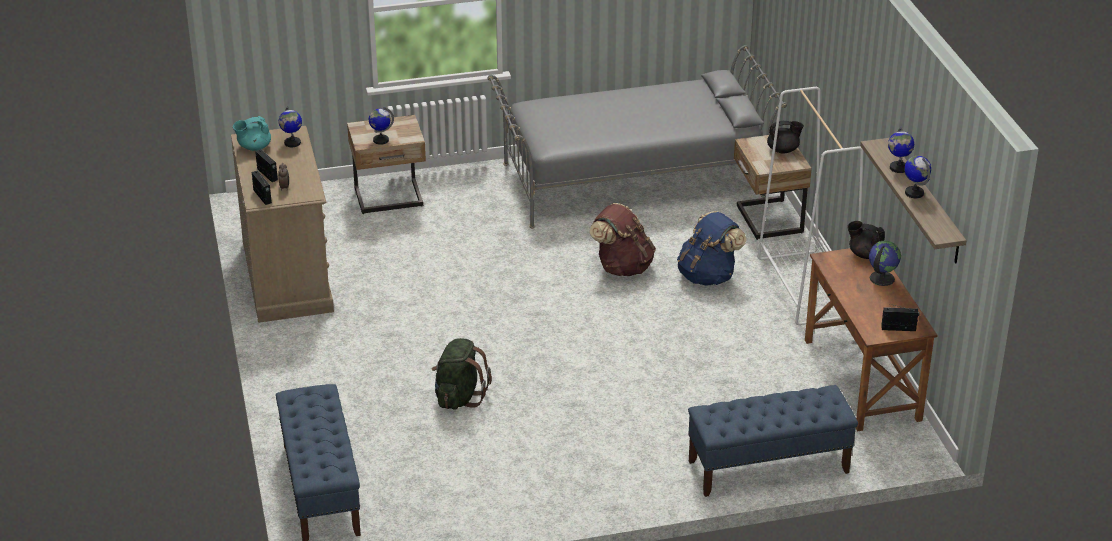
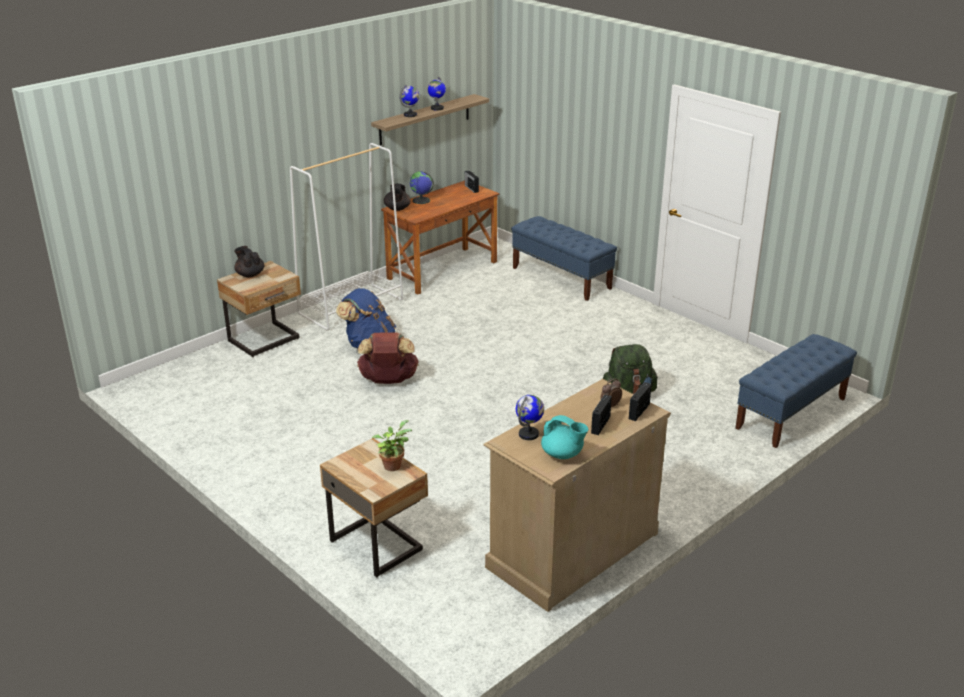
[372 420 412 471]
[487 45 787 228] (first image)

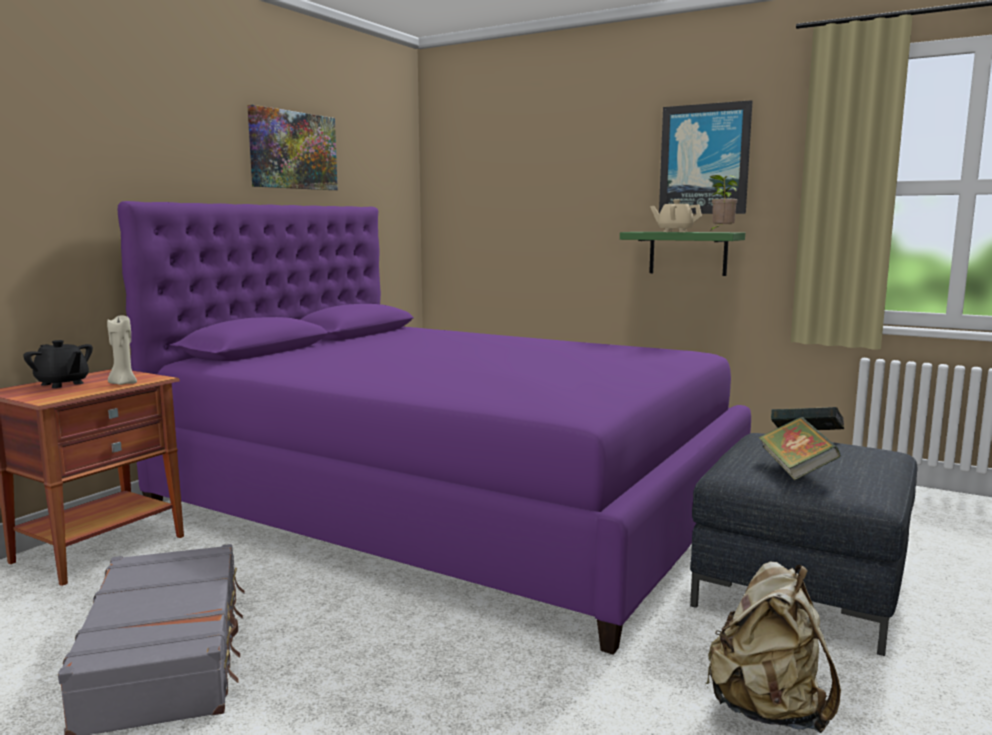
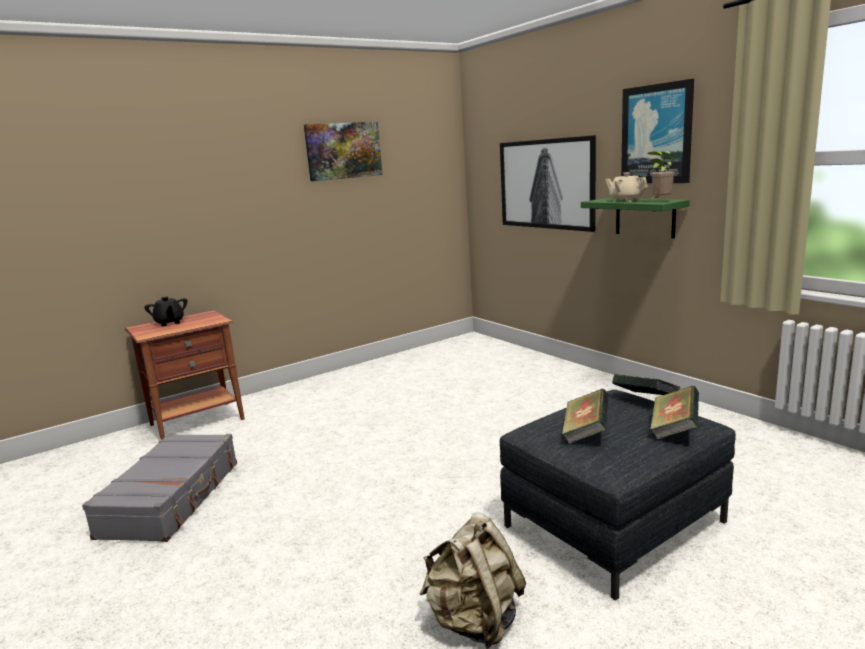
[500 135 596 232]
[650 386 699 440]
[107 316 137 385] (first image)
[118 201 751 655] (first image)

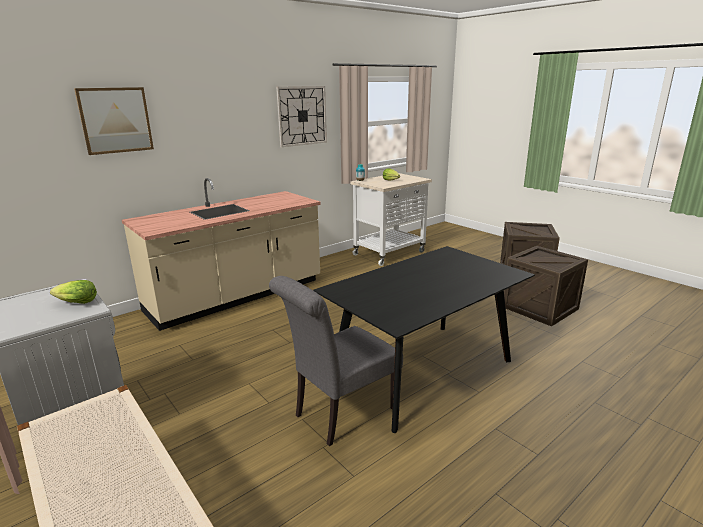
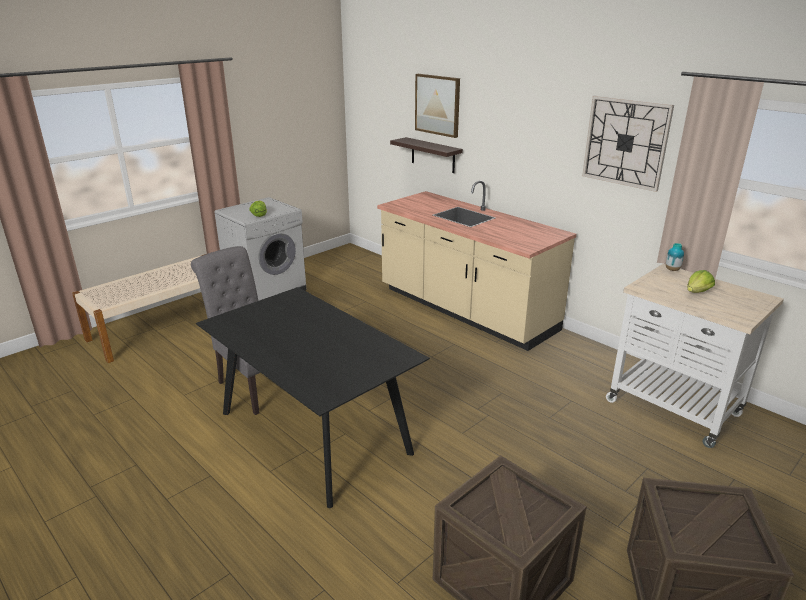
[390 137 463 173]

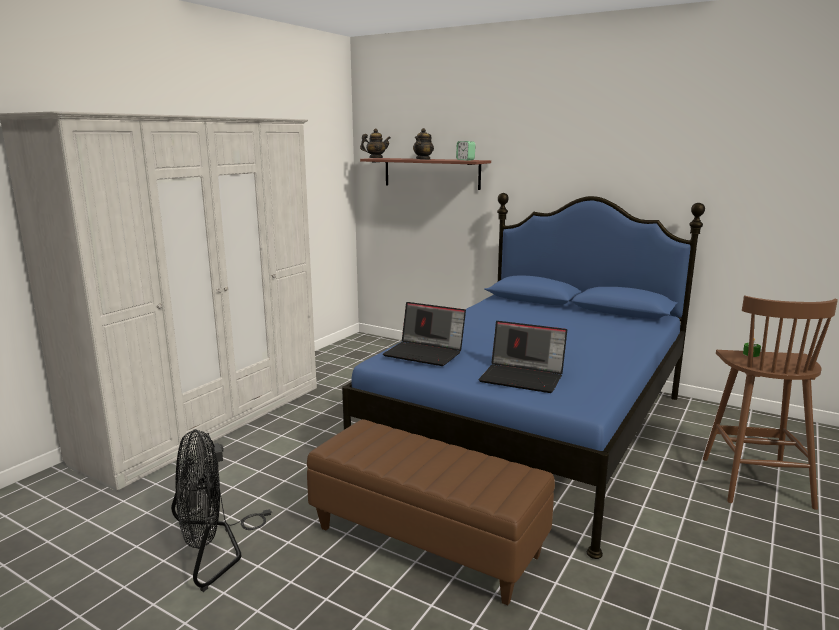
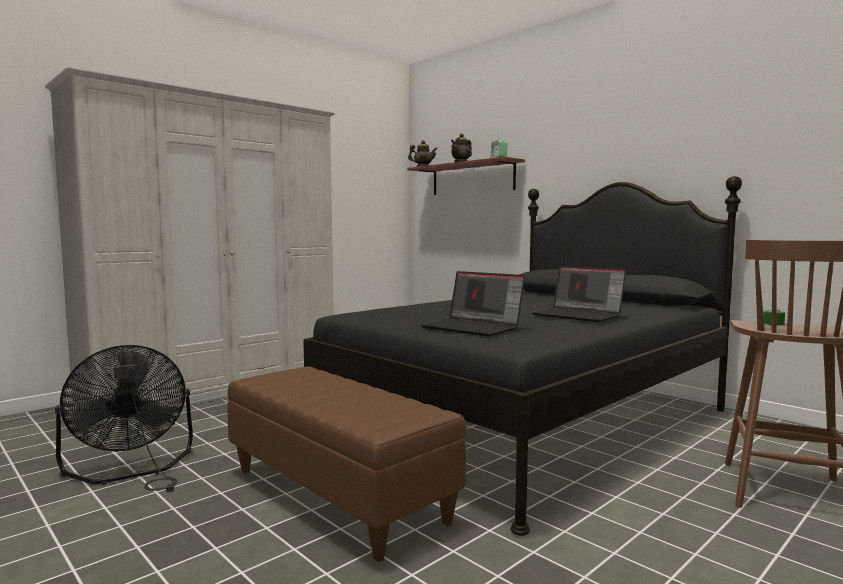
[55 345 193 492]
[303 176 742 536]
[532 266 626 322]

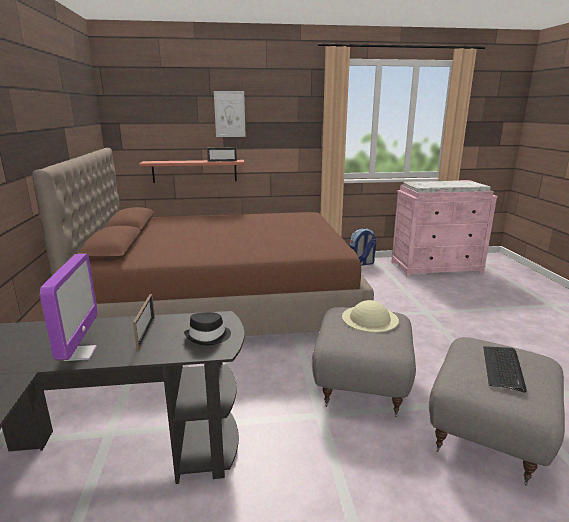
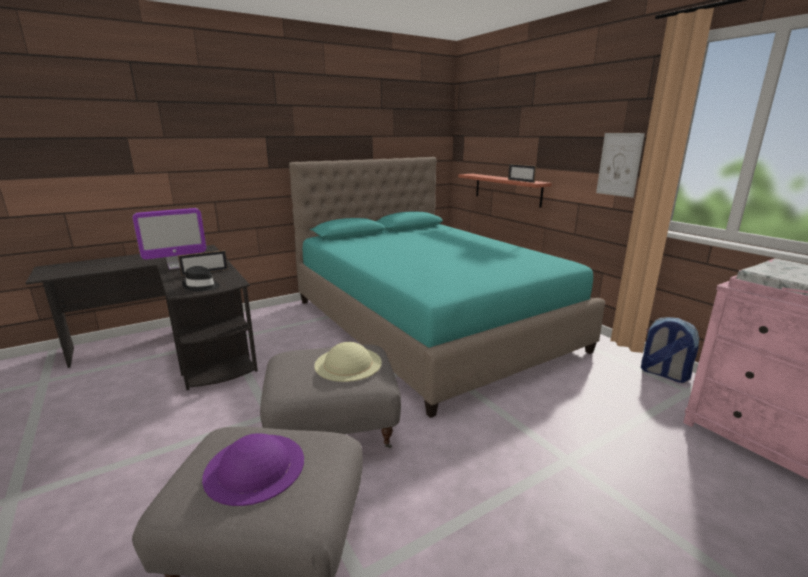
[202 433 304 506]
[289 157 605 418]
[596 133 645 198]

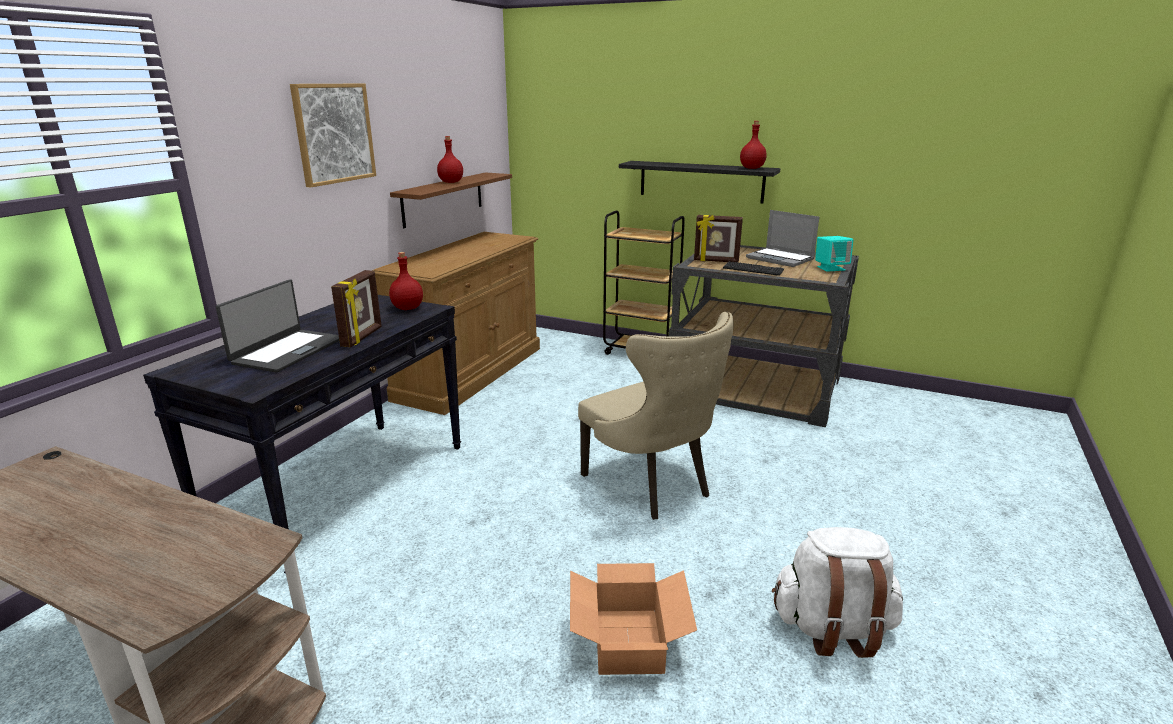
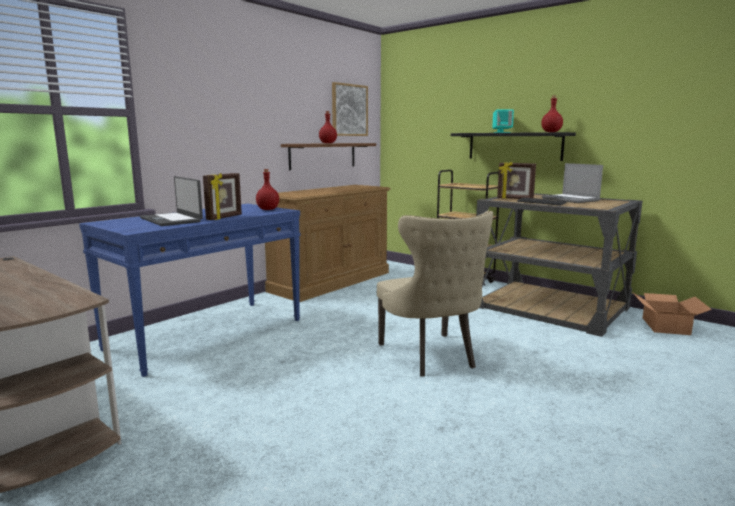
[79 204 301 377]
[140 176 203 226]
[332 82 368 136]
[492 109 514 133]
[632 292 712 335]
[772 527 903 658] (first image)

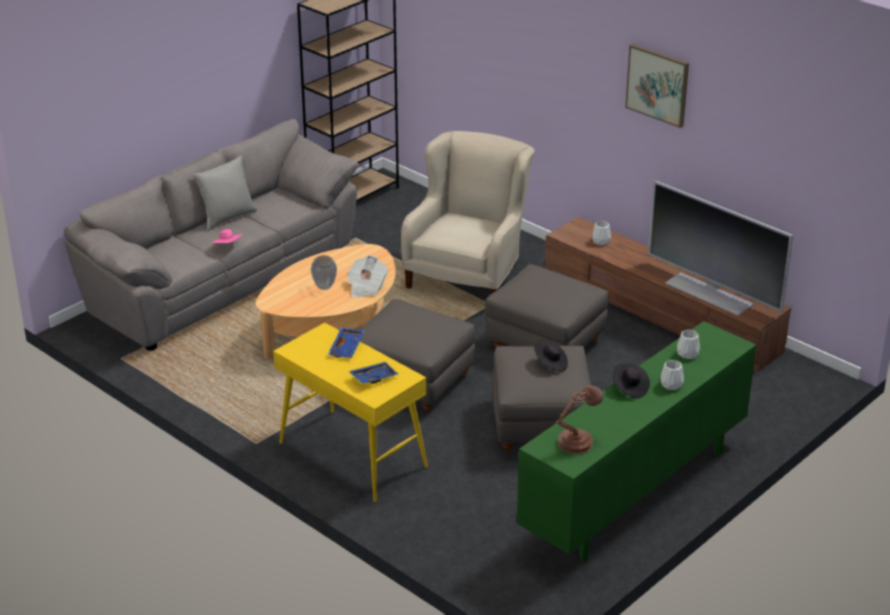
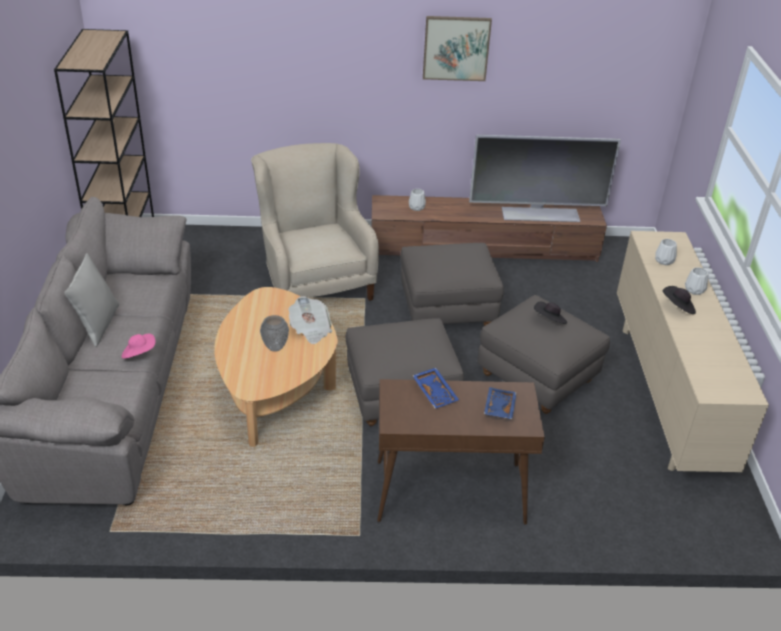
[377 379 545 524]
[617 231 769 472]
[556 385 604 454] (first image)

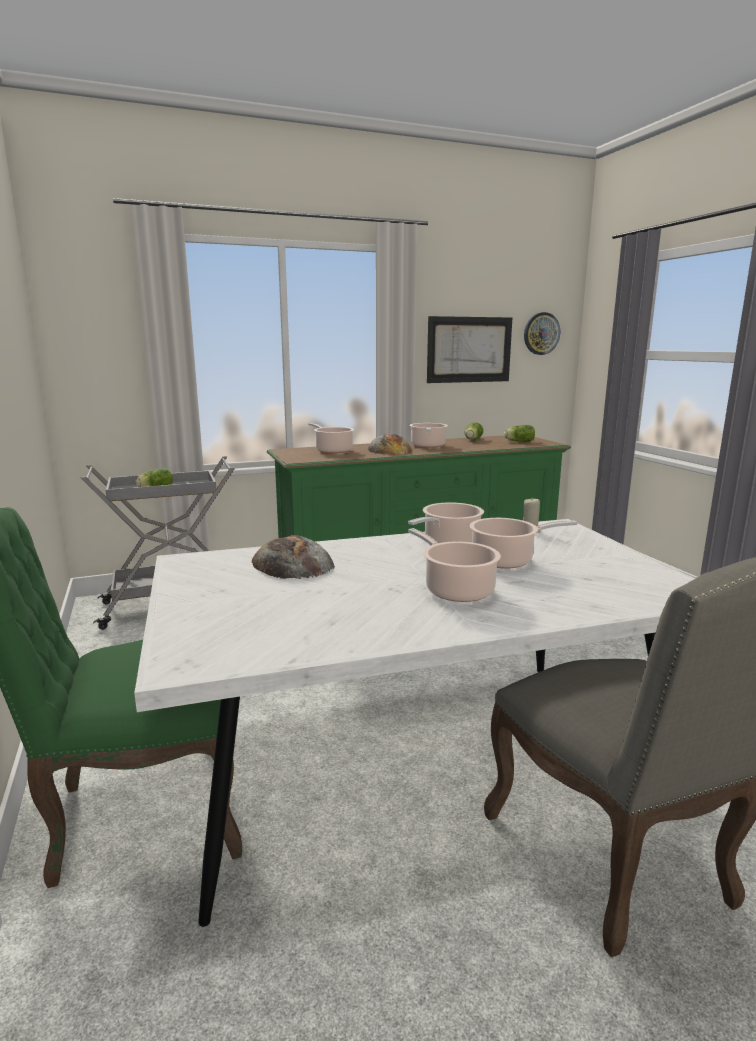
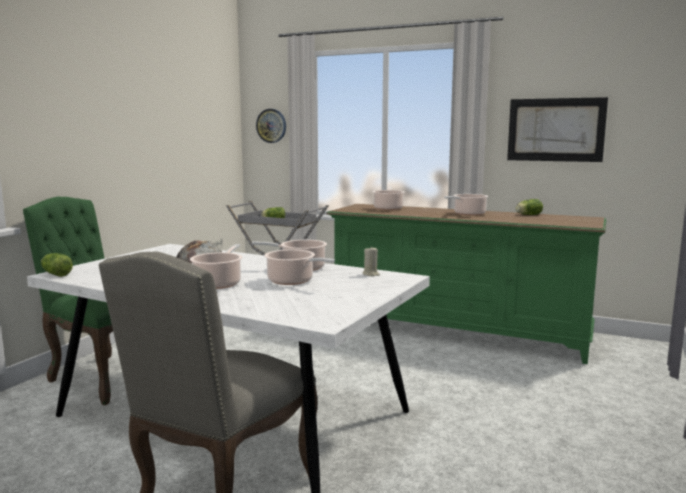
[41 253 73 277]
[256 109 286 143]
[368 434 411 455] (first image)

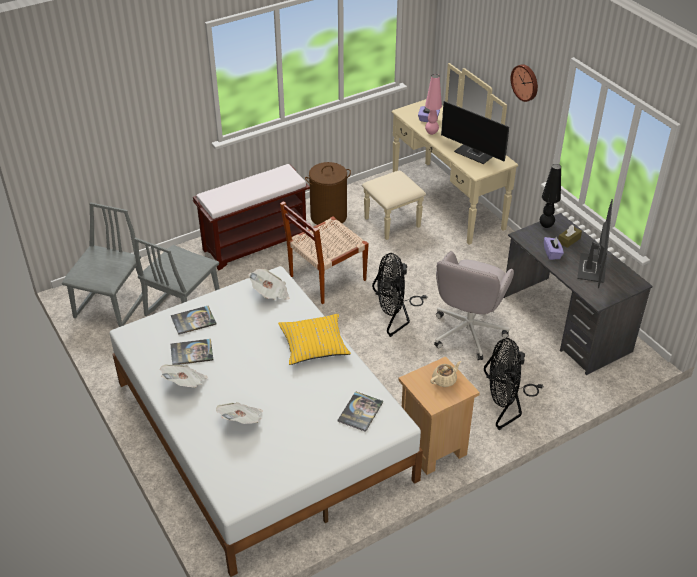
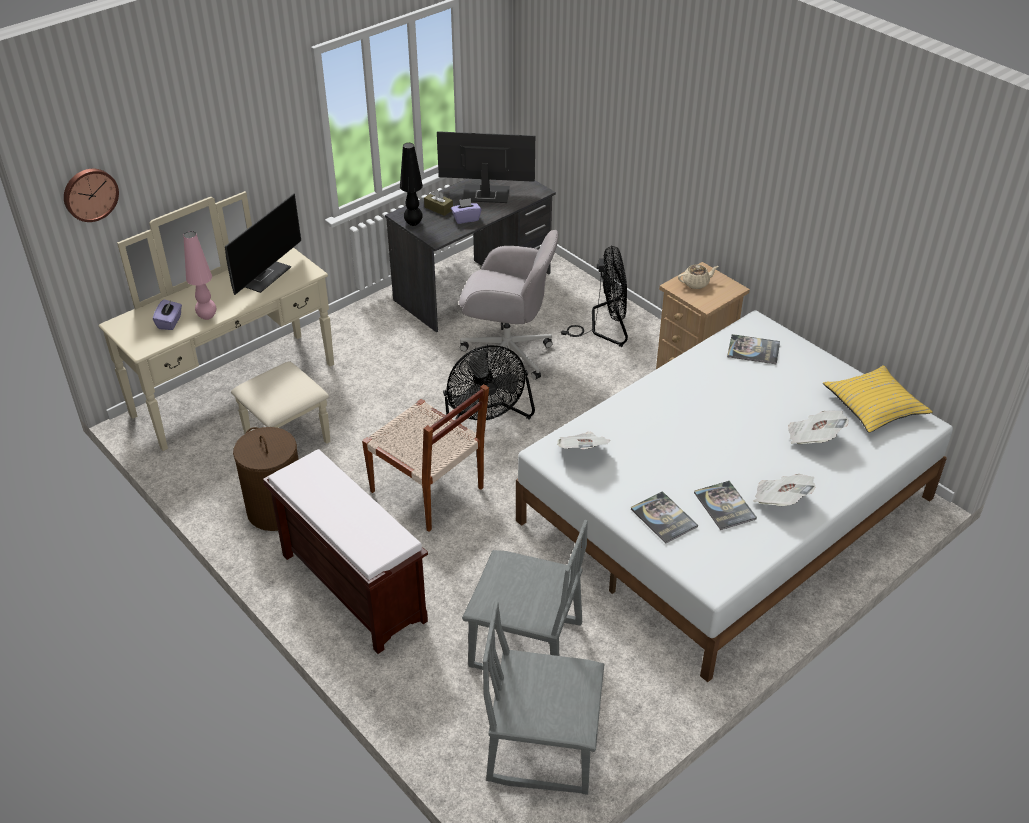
[64 169 119 222]
[560 246 628 347]
[678 264 719 289]
[823 365 933 433]

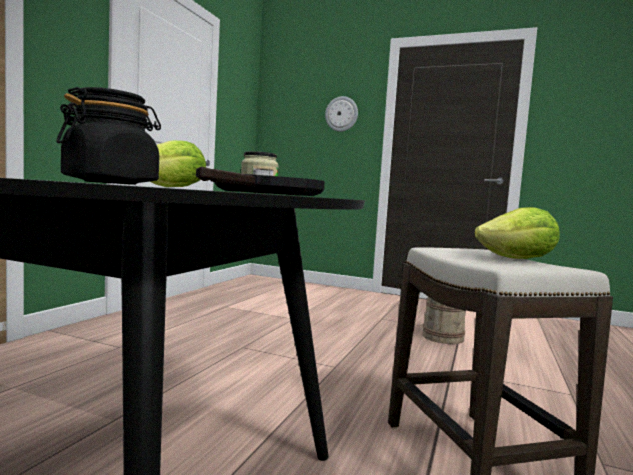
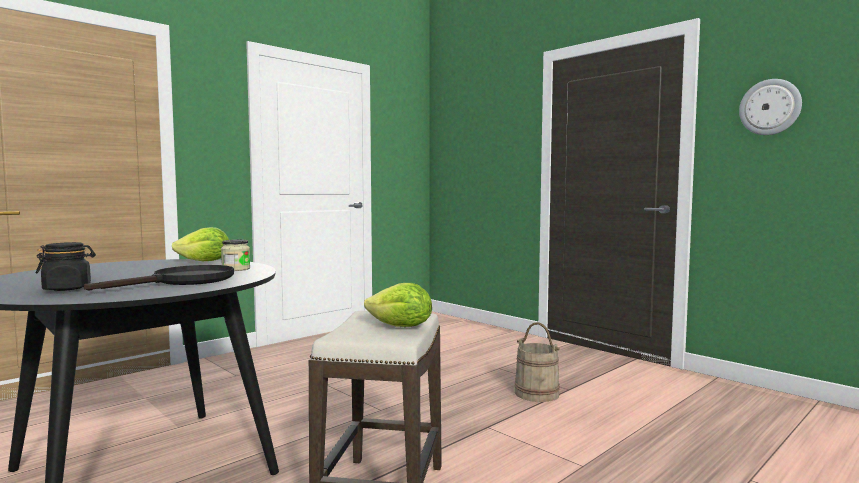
[739 79 802 135]

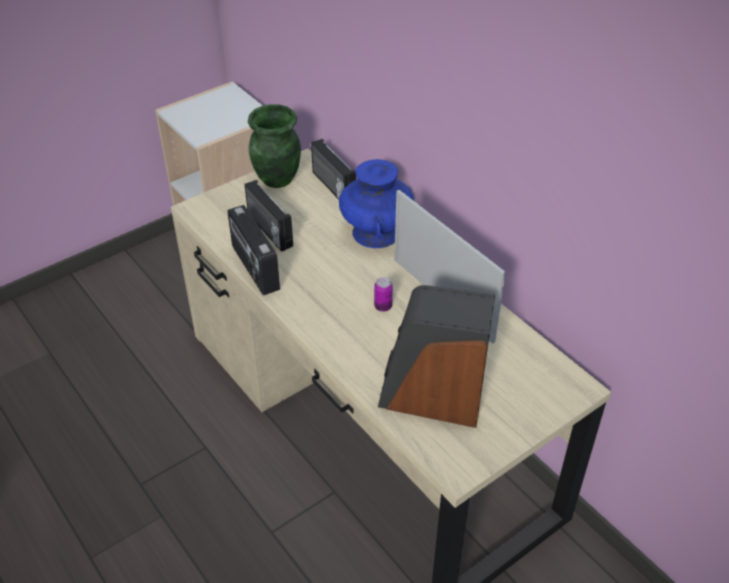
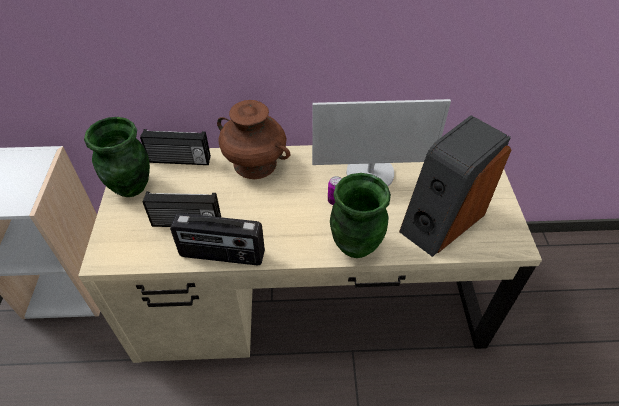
[217 100 290 179]
[330 173 391 258]

